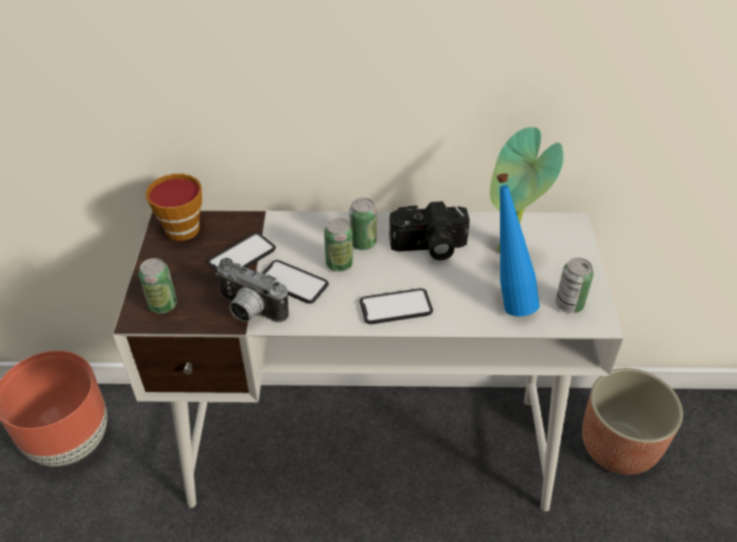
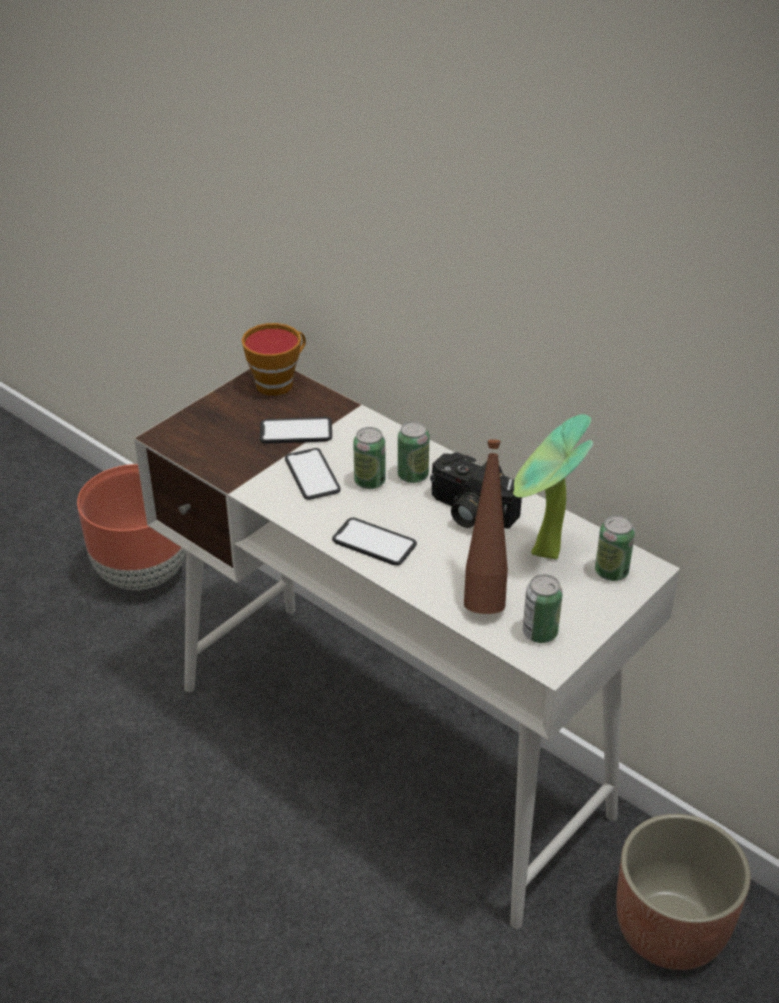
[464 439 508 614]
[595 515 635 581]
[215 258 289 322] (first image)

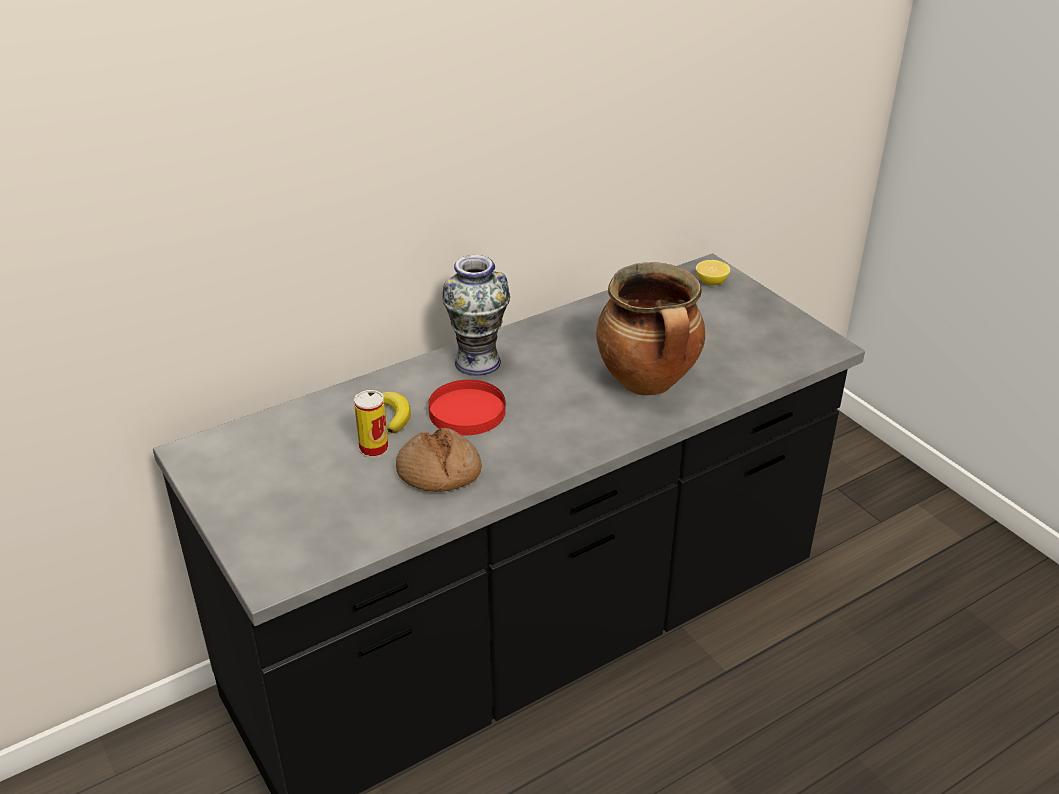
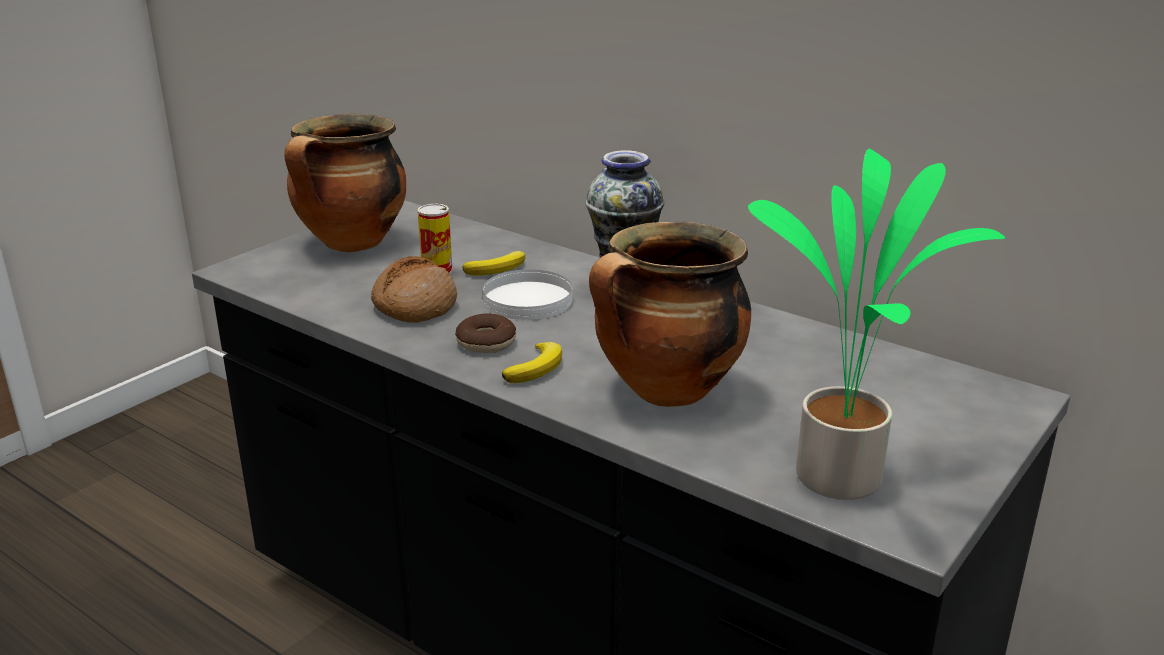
[284 114 406 252]
[455 314 516 353]
[483 269 572 320]
[502 342 562 383]
[748 149 1005 500]
[696 260 730 285] (first image)

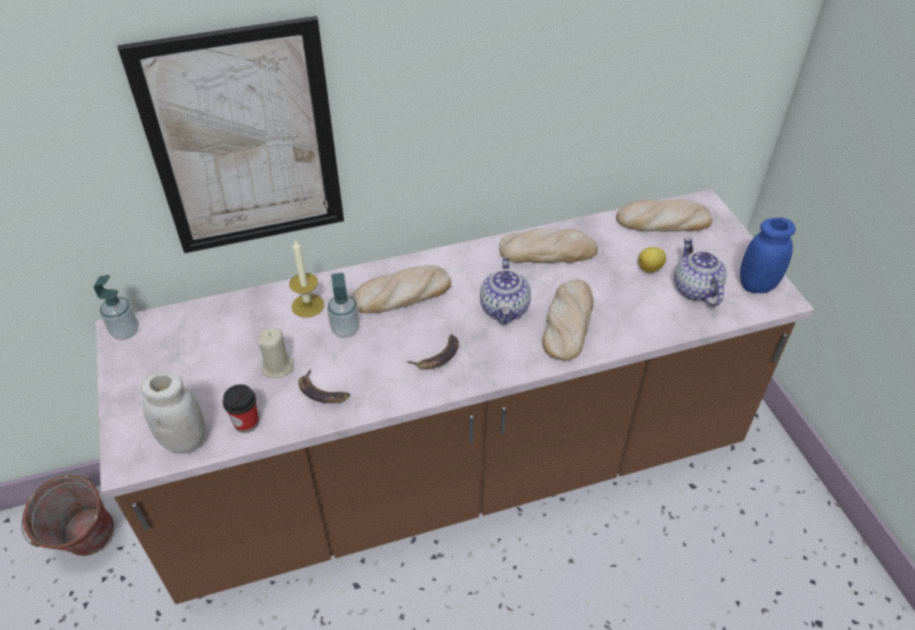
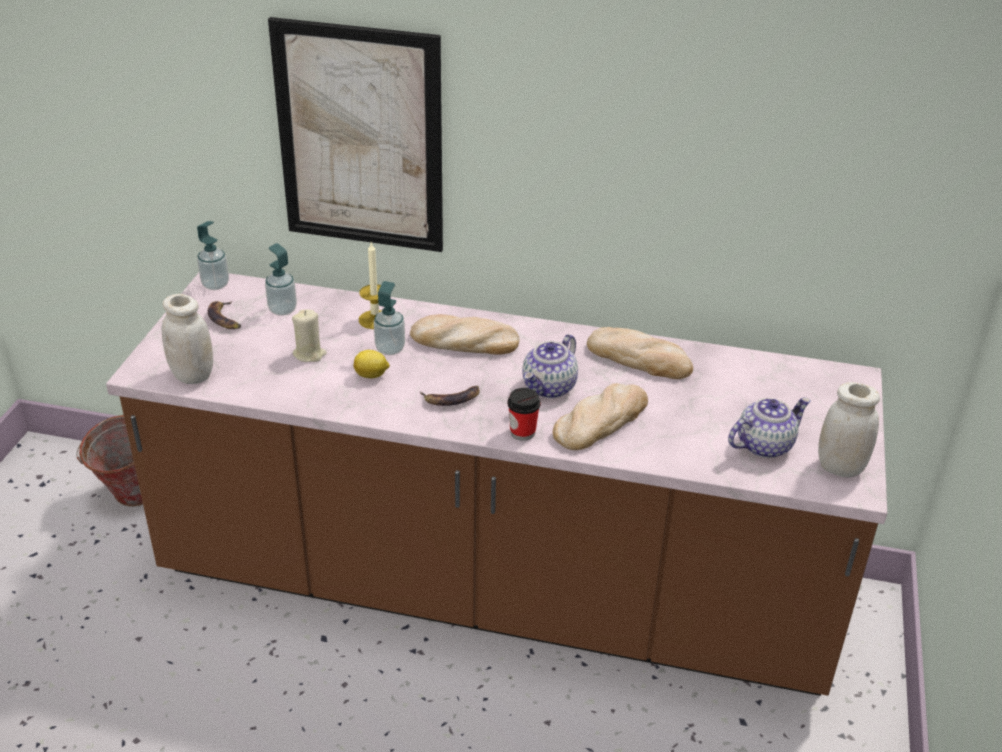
[208 301 241 329]
[265 243 297 316]
[353 350 390 378]
[508 388 540 441]
[728 397 811 458]
[818 382 880 477]
[616 199 713 232] (first image)

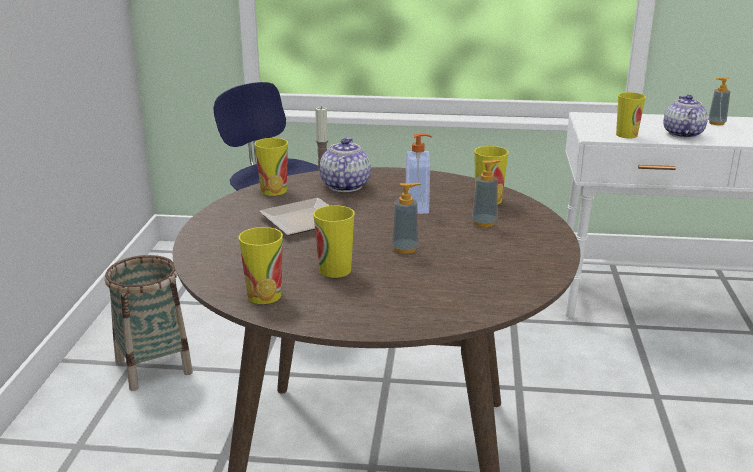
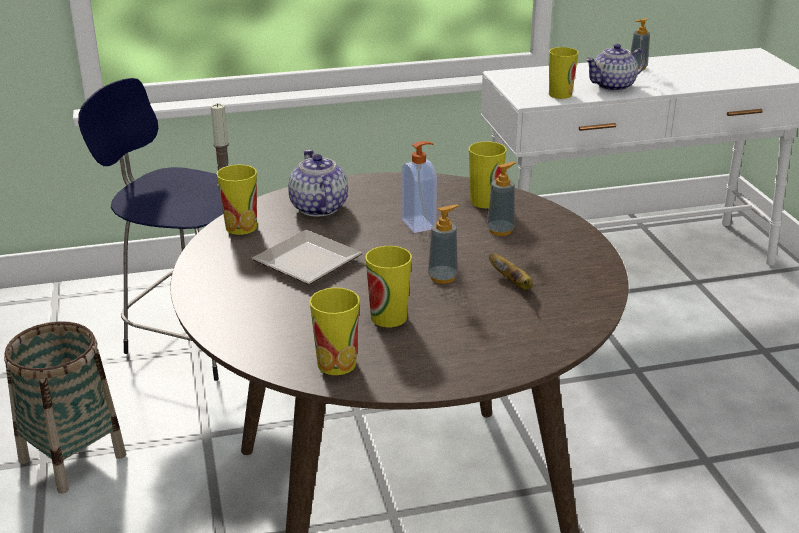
[489 253 533 290]
[585 44 646 92]

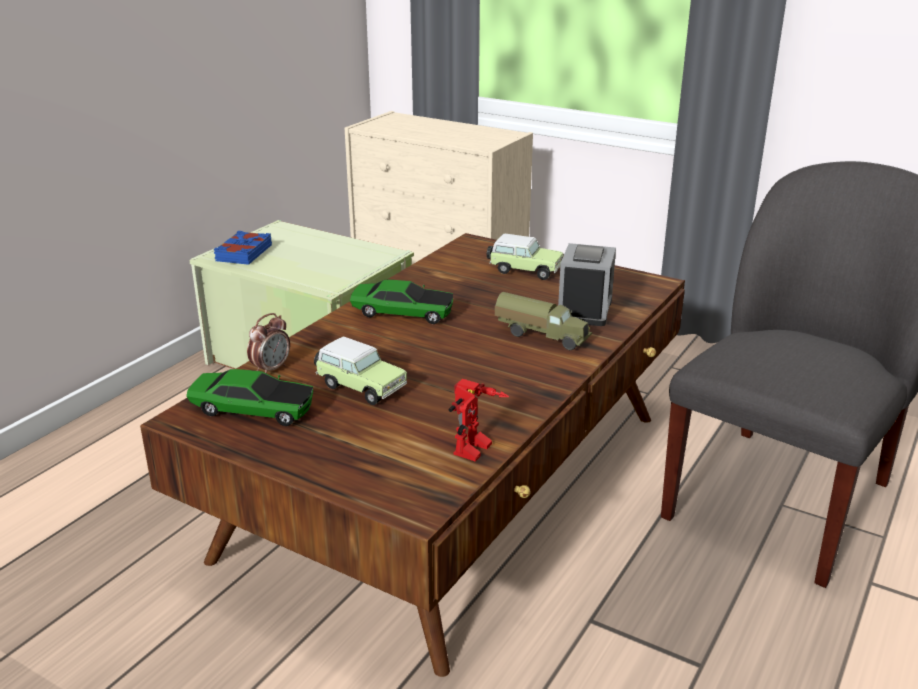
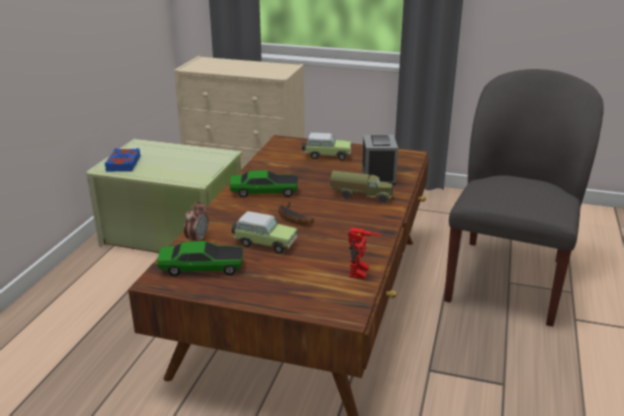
[278 202 314 225]

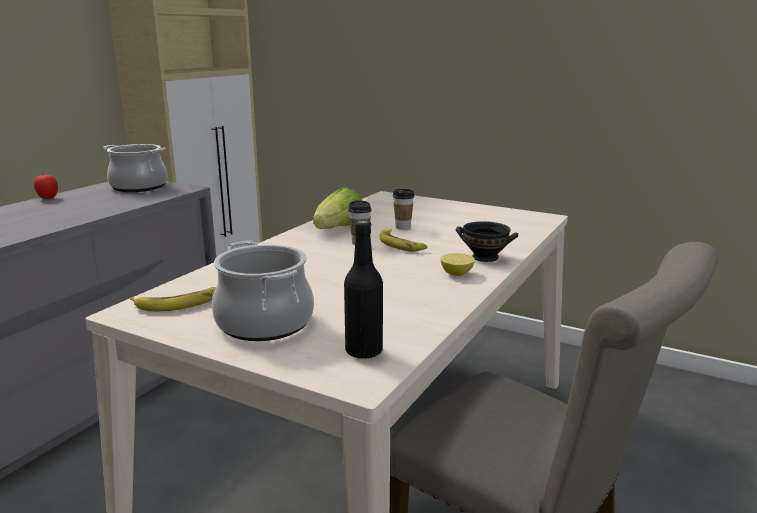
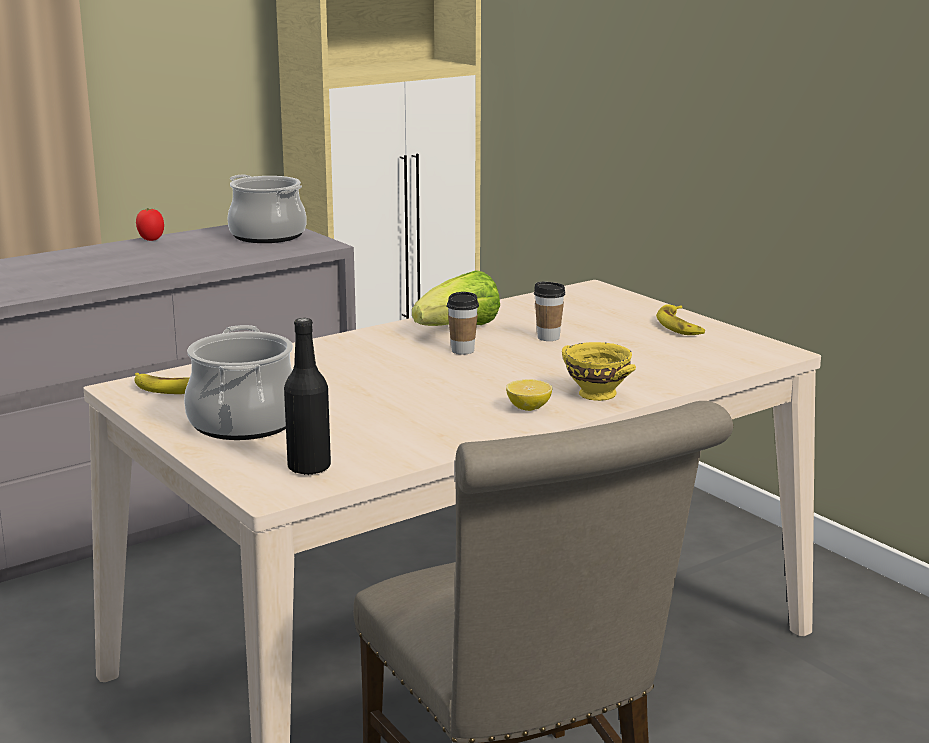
[562 342 636 401]
[656 304 705 335]

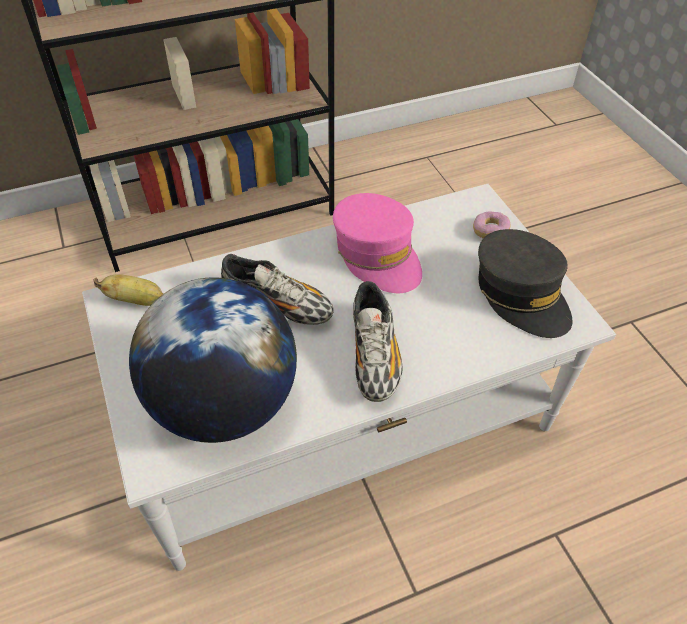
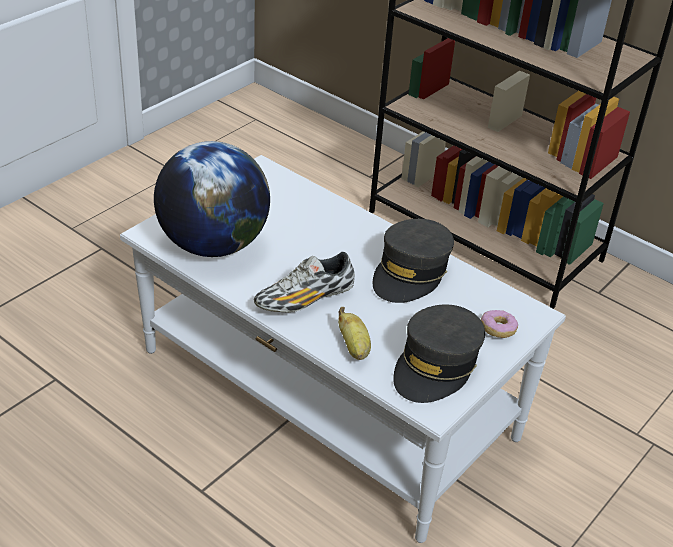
[338 307 371 360]
[373 219 454 303]
[221 254 334 325] (first image)

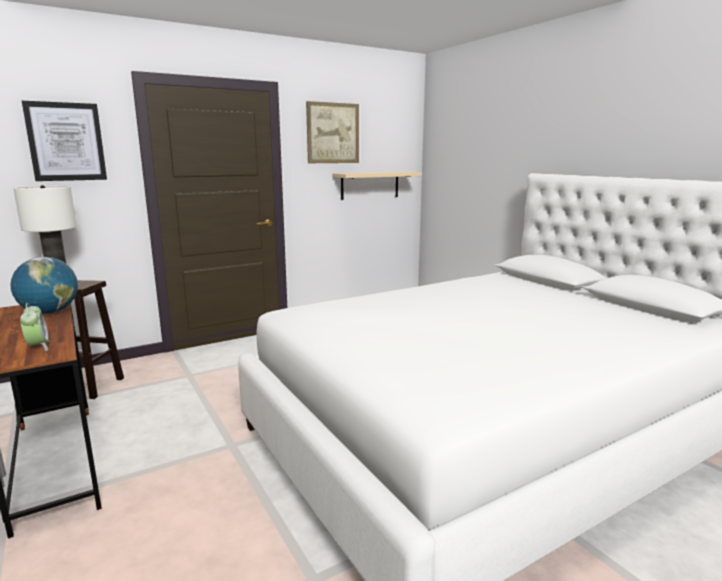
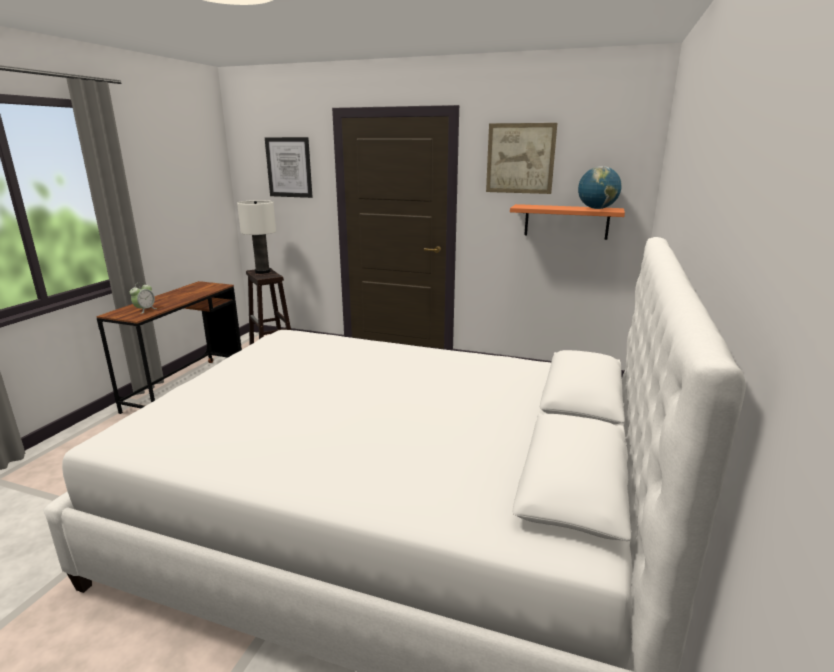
[510 204 625 240]
[578 166 622 209]

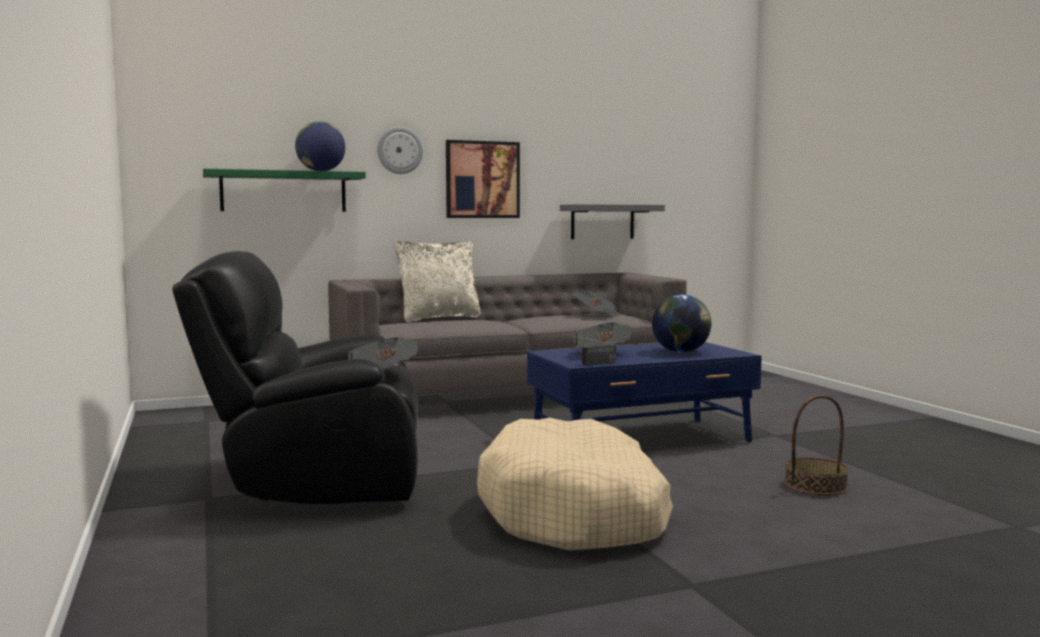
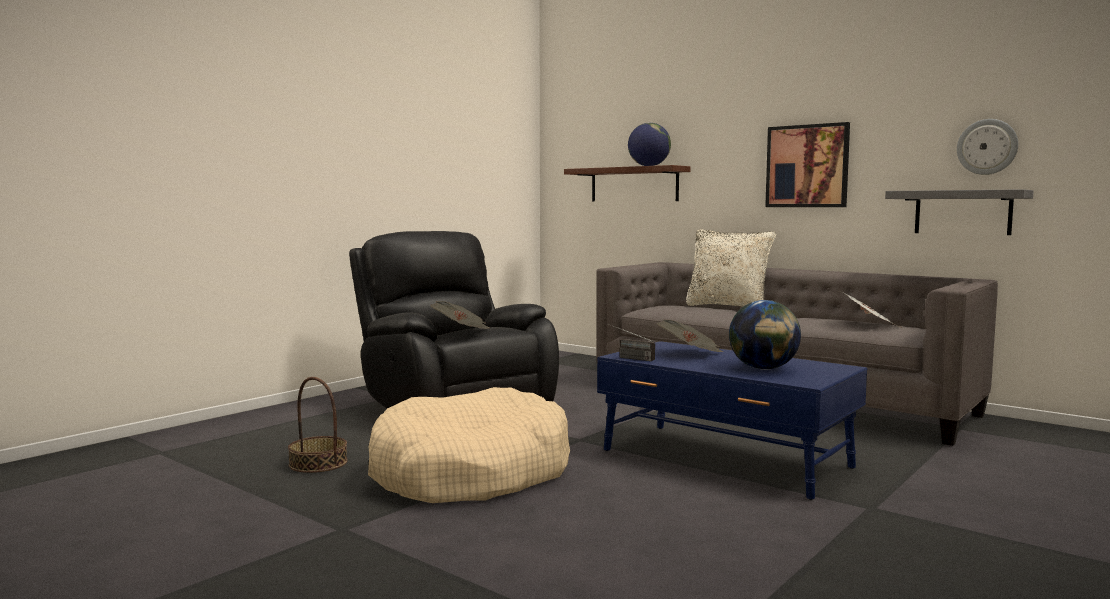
[288 377 348 473]
[564 165 690 202]
[957 119 1018 175]

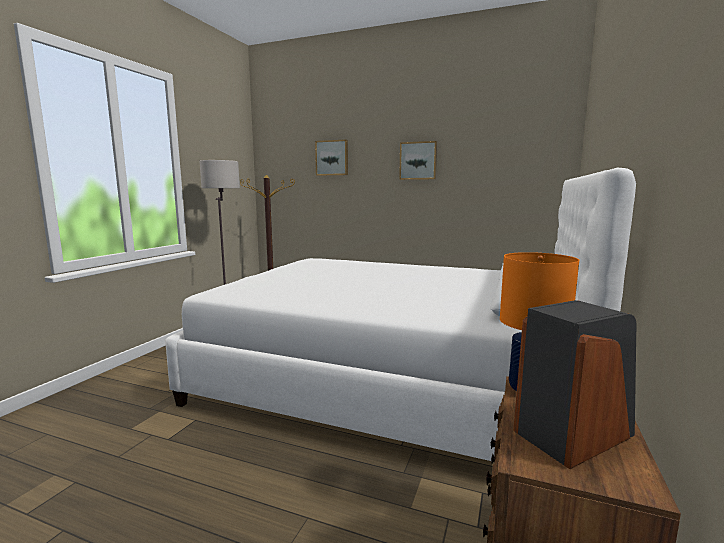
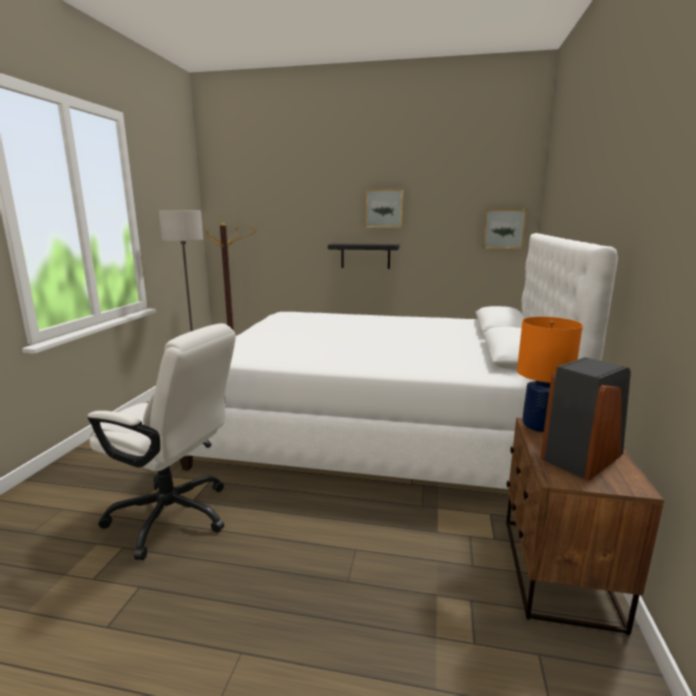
[88 323 236 560]
[328 243 400 269]
[483 209 527 249]

